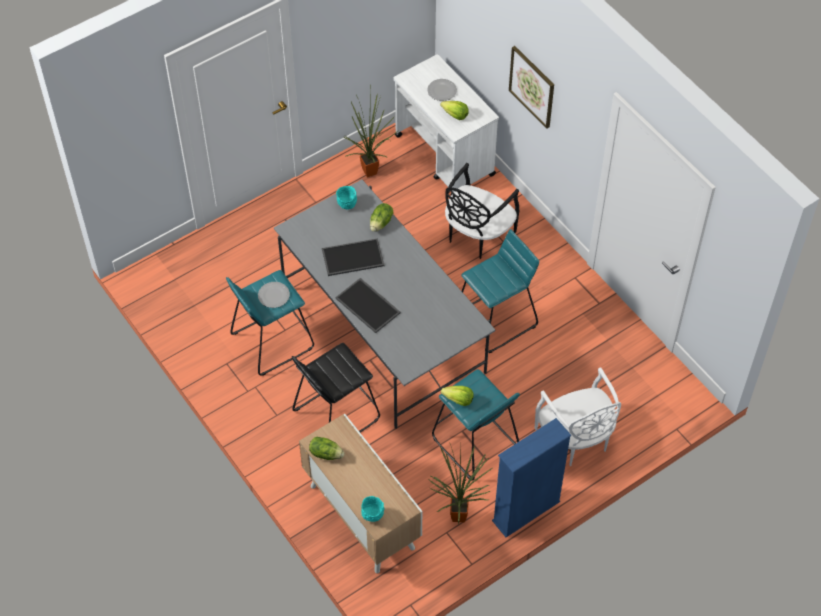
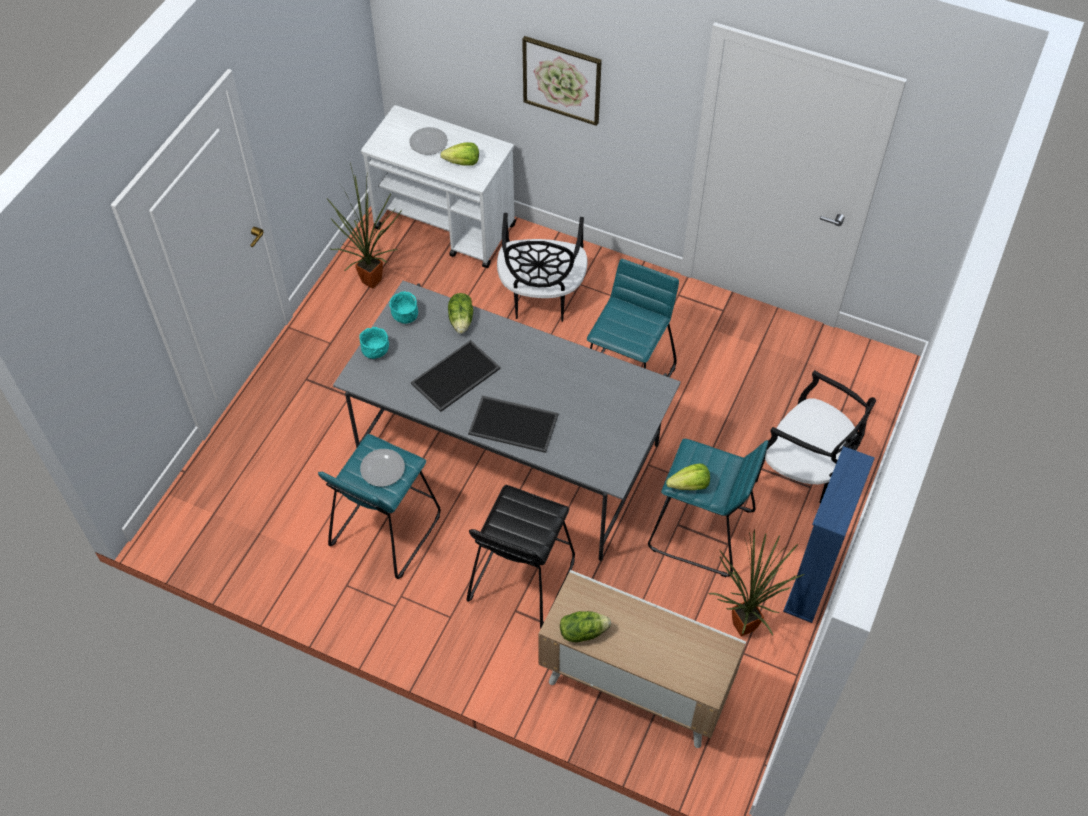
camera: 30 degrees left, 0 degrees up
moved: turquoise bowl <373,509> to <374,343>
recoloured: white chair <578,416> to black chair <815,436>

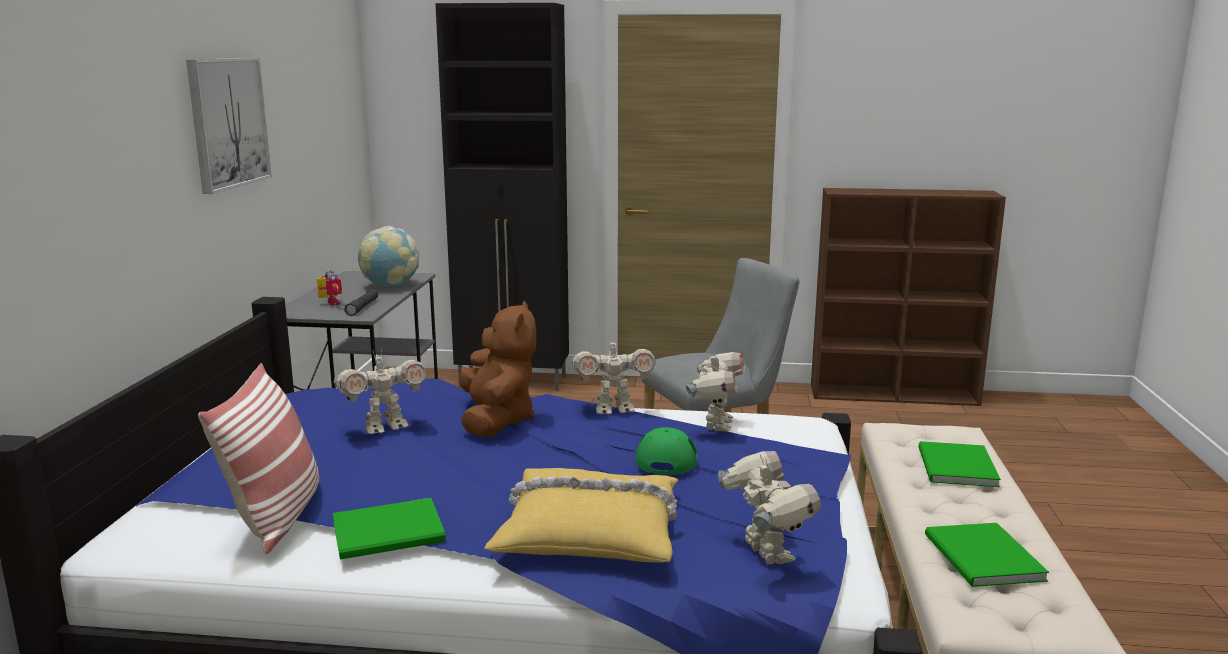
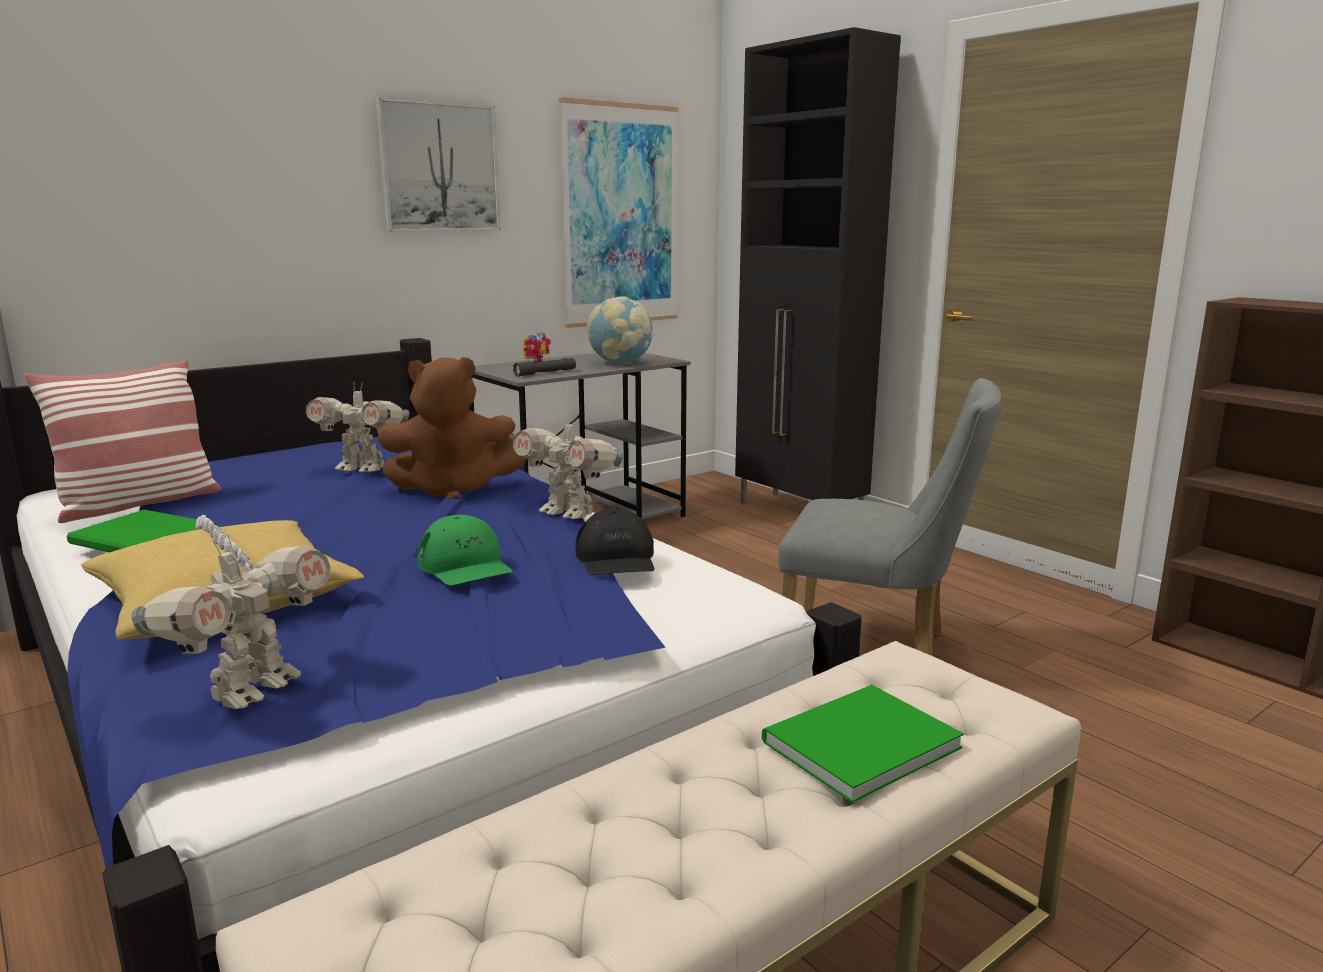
camera: 45 degrees right, 0 degrees up
removed: green book <987,555>
added: picture <619,212>
replaced: toy robot <715,390> to black cap <615,542>
turned: brown plush toy <498,369> = <452,428> 45 degrees clockwise; green cap <666,451> = <465,550> 90 degrees clockwise

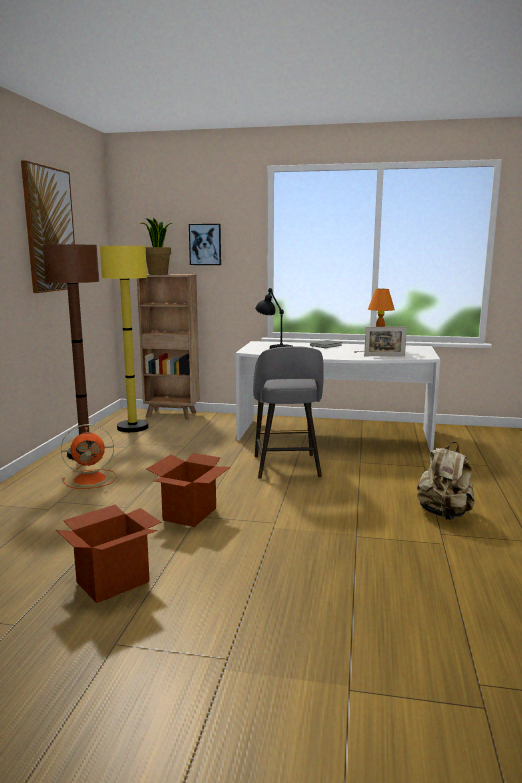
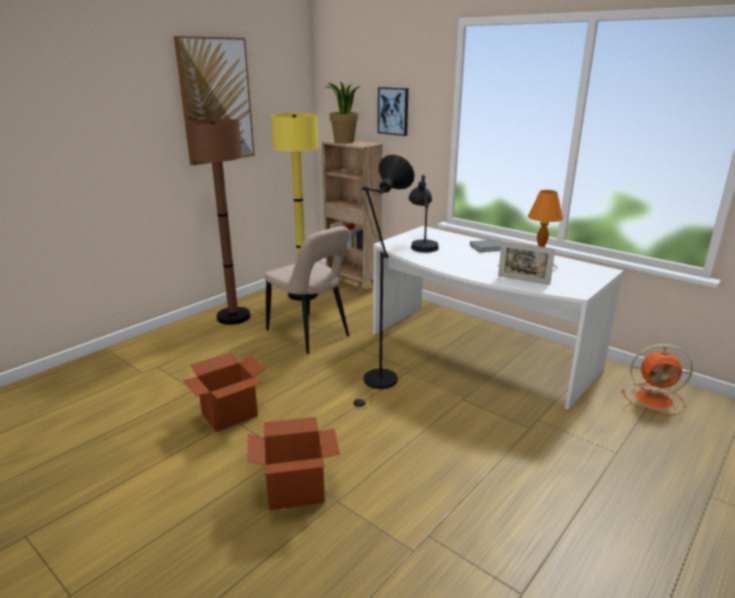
camera: 30 degrees right, 10 degrees up
removed: beige backpack <446,481>
added: beige chair <307,290>
moved: cardboard box <108,554> to <293,463>; orange fan <89,456> to <657,379>
replaced: grey stool <288,412> to black floor lamp <384,282>

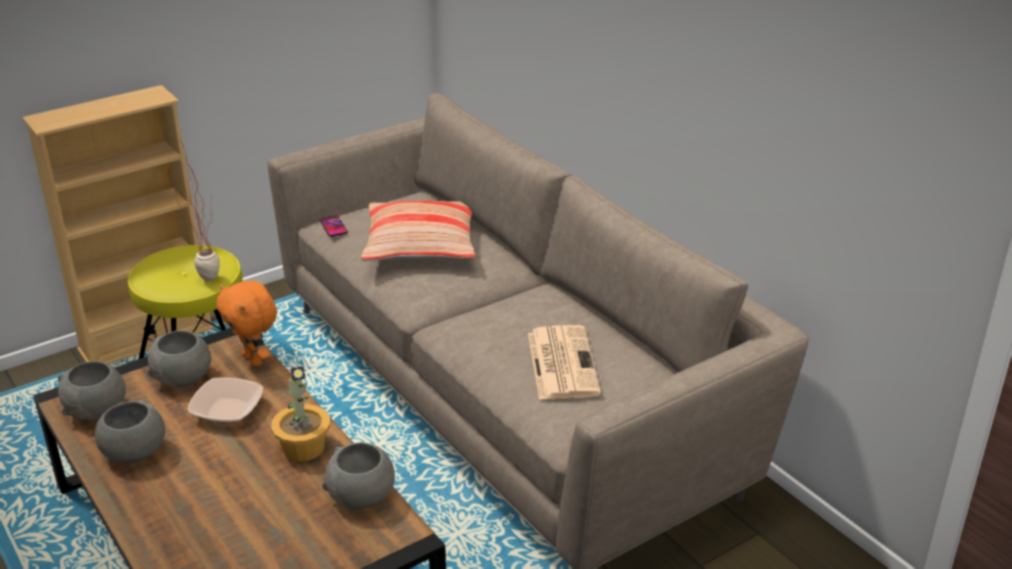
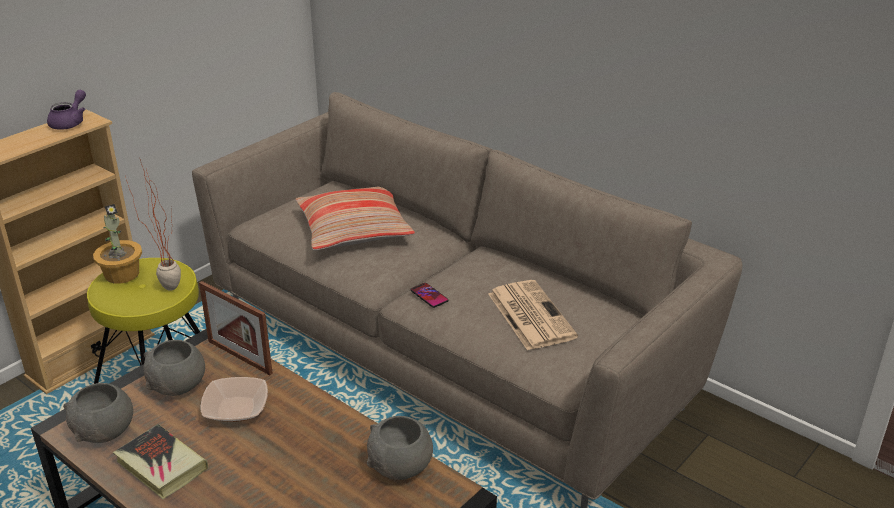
camera: 15 degrees left, 0 degrees up
added: purple teapot <66,110>
moved: potted plant <300,413> to <117,244>; phone <334,226> to <429,295>
replaced: grey bowl <130,431> to book <161,461>; orange plush toy <246,324> to picture frame <236,328>

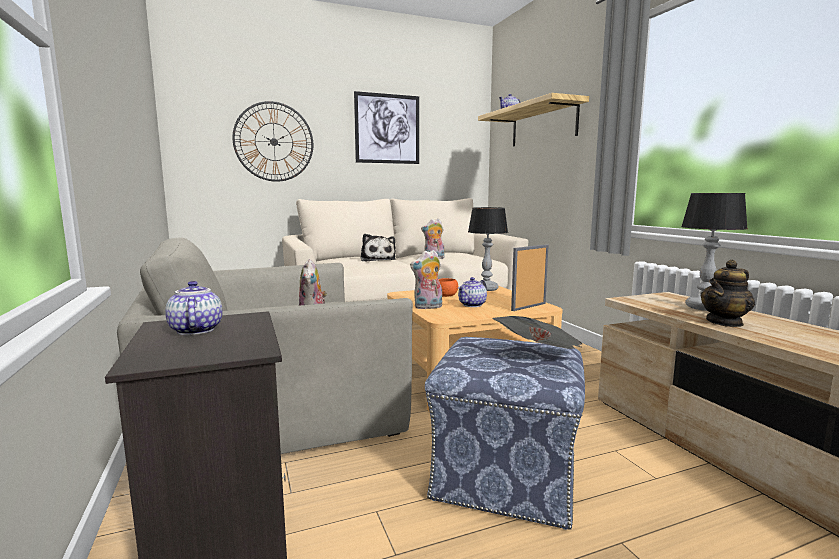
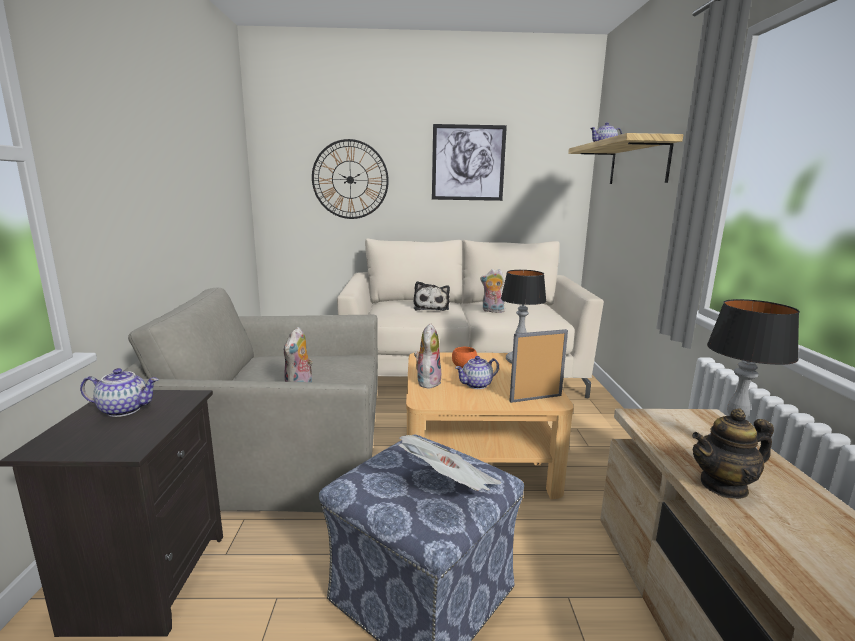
camera: 20 degrees right, 5 degrees up
turned: teapot <193,308> = <119,392> 90 degrees clockwise; plush toy <426,280> = <427,356> 105 degrees clockwise

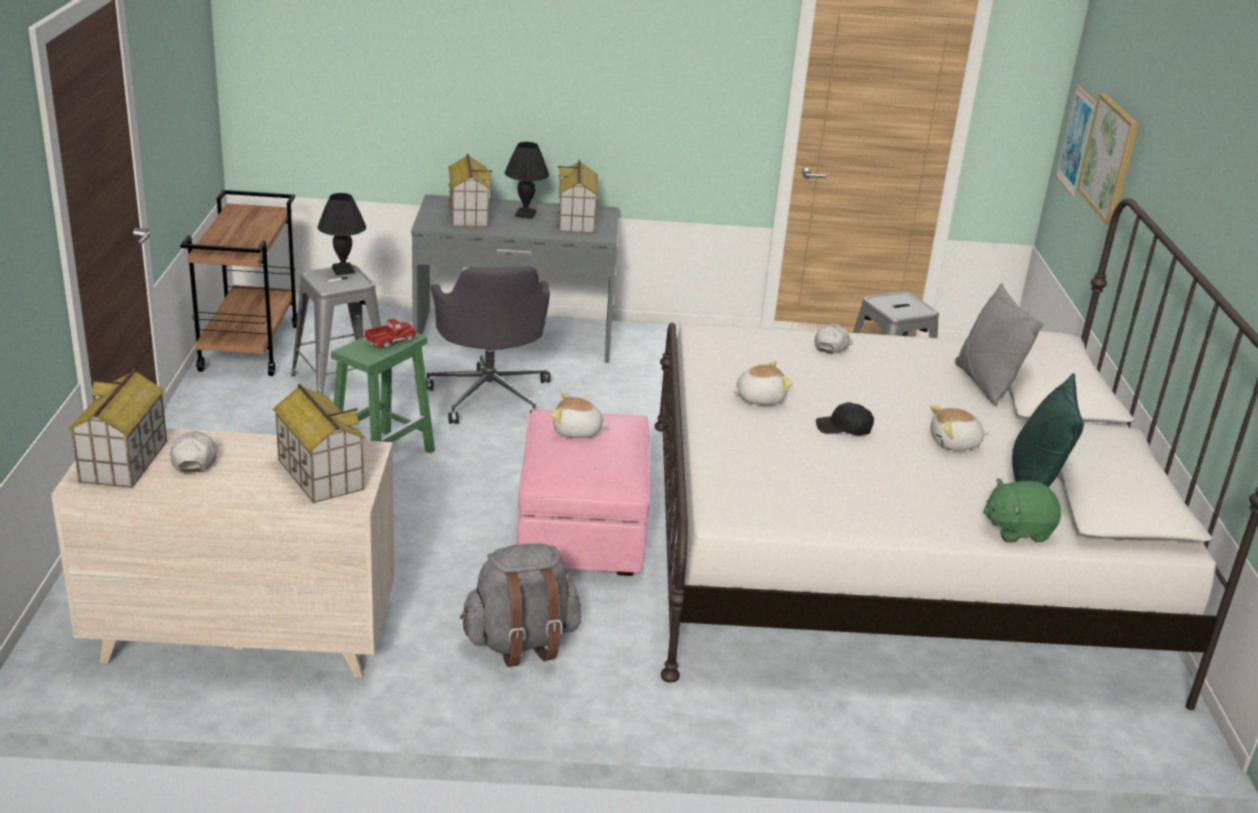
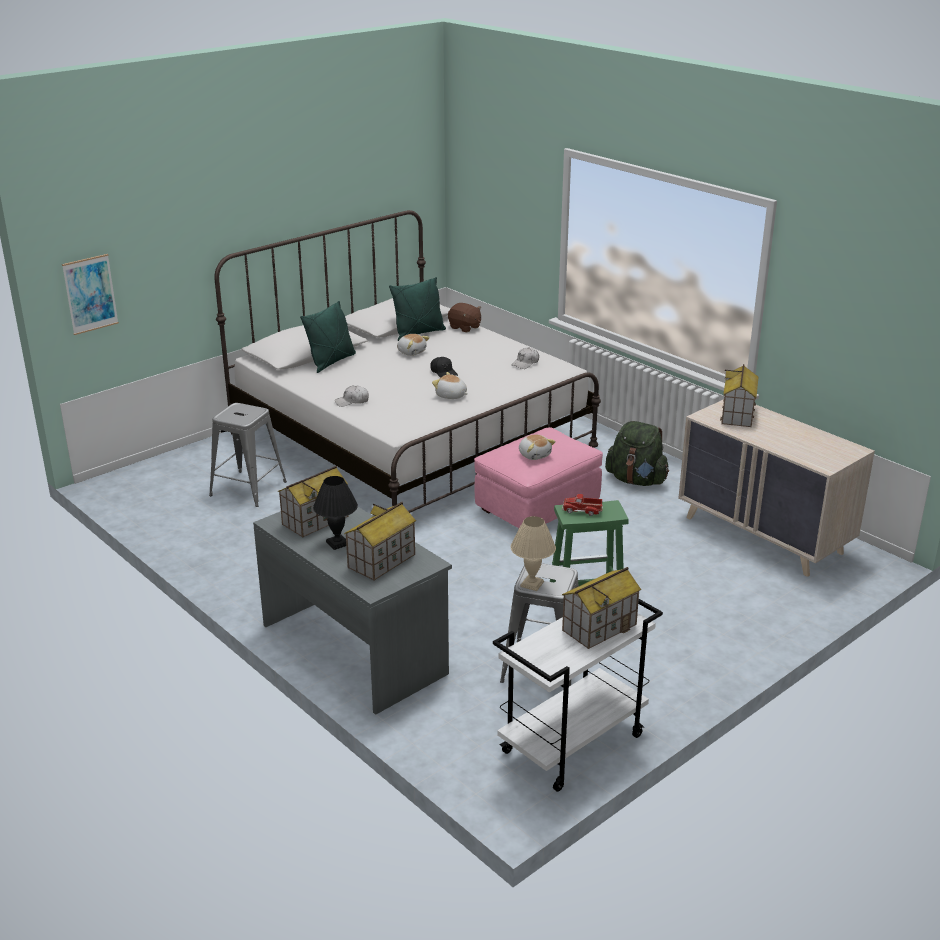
camera: 130 degrees left, 0 degrees up
removed: grey office chair <488,345>; picture <1108,159>
moved: white cap <194,452> to <525,358>; toy house <117,428> to <601,608>
recoloured: grey pillow <999,344> to green pillow <328,337>; green plush toy <1022,510> to brown plush toy <464,317>; brown cart <238,283> to white cart <578,695>; black table lamp <341,234> to beige table lamp <533,553>; grey backpack <520,605> to green backpack <637,453>

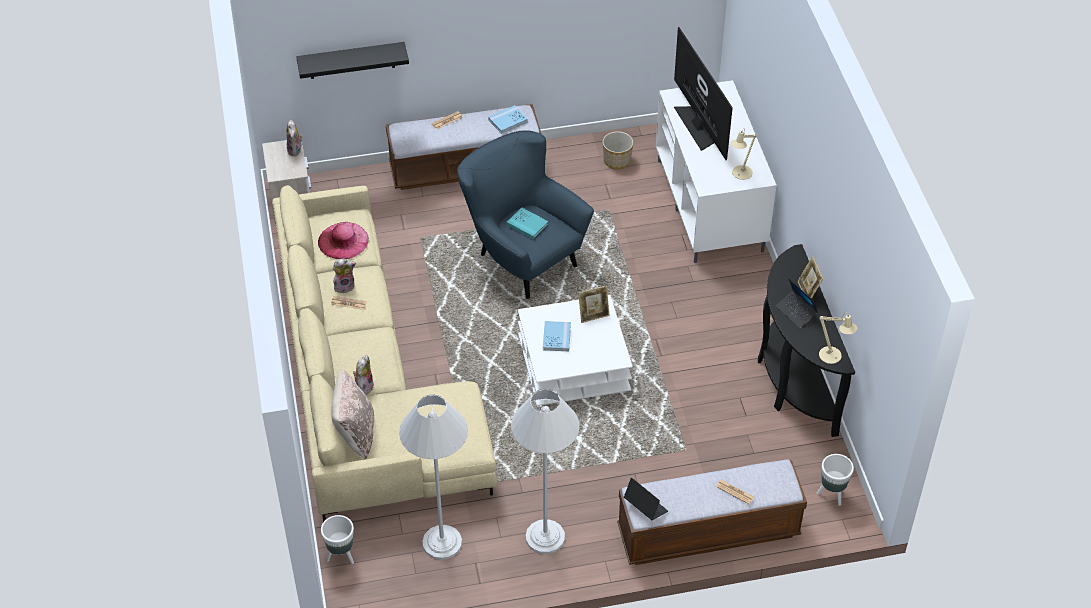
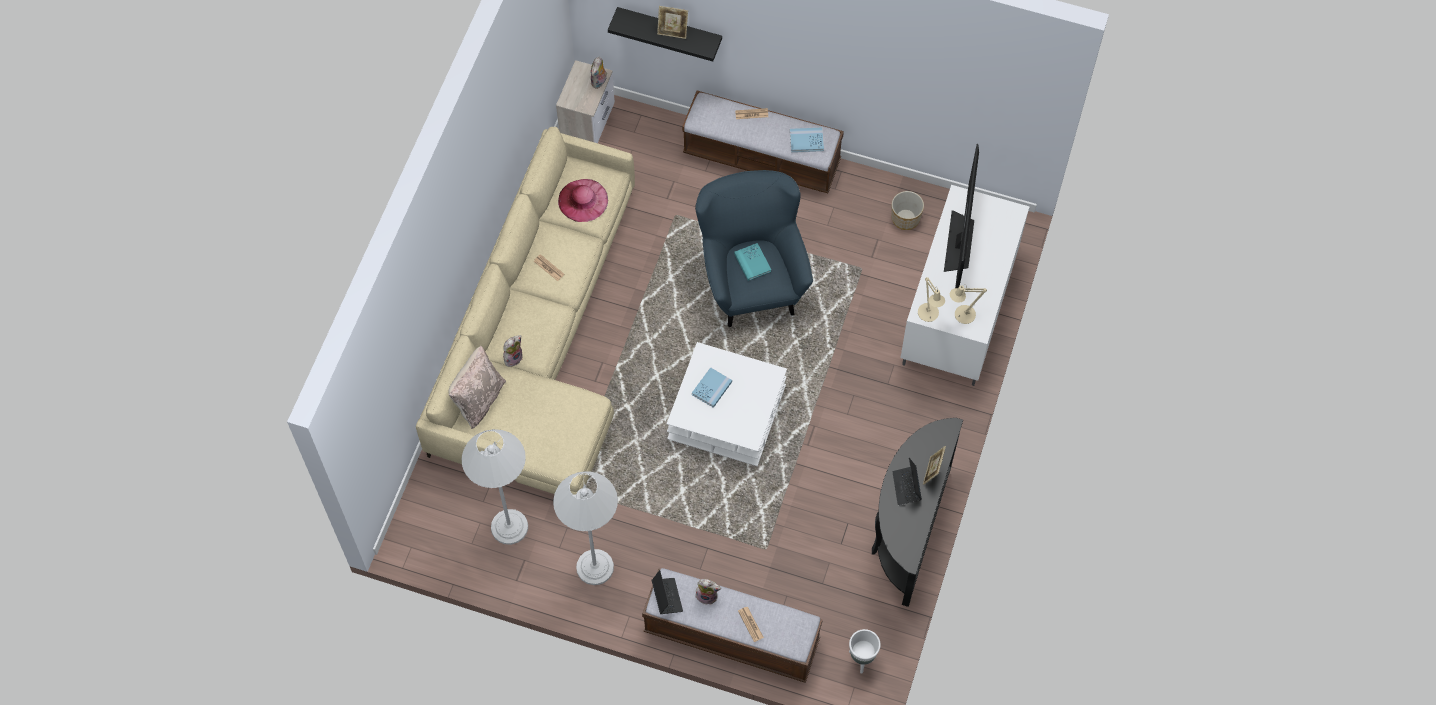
camera: 30 degrees right, 15 degrees up
removed: white planter <337,539>
moved: picture frame <594,304> to <672,22>; plush toy <344,276> to <707,592>; beige table lamp <838,338> to <931,299>

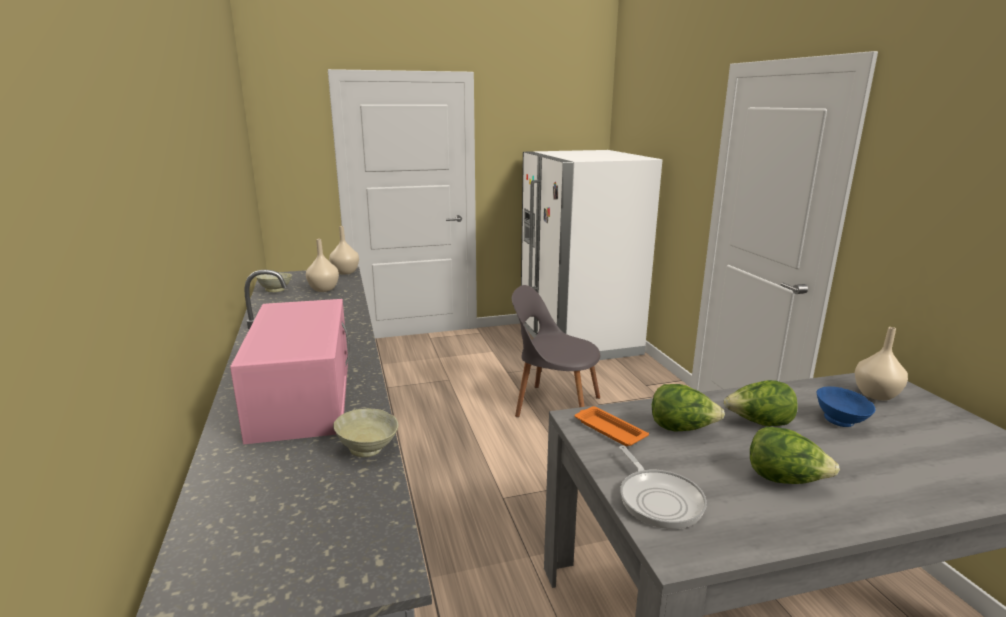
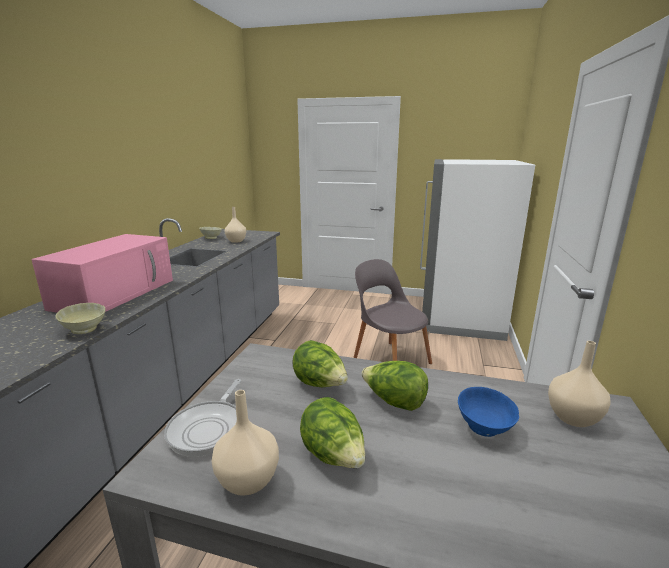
camera: 30 degrees right, 0 degrees up
removed: orange tray <612,426>
moved: beige vase <344,250> to <245,443>

